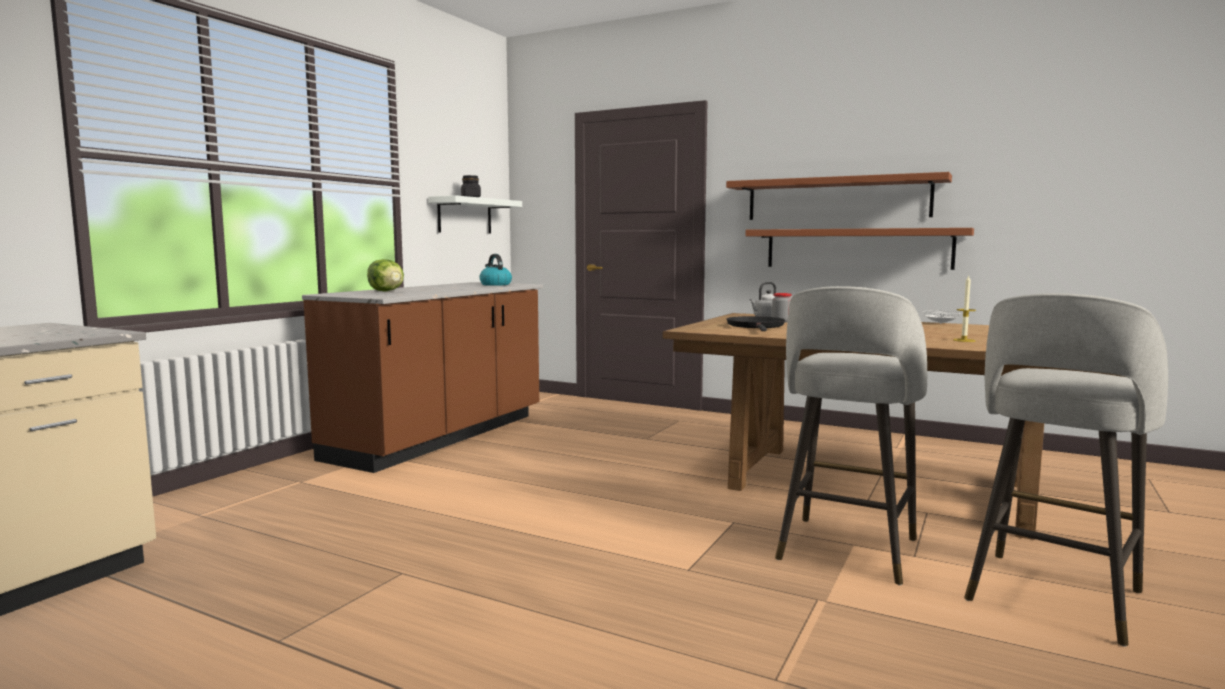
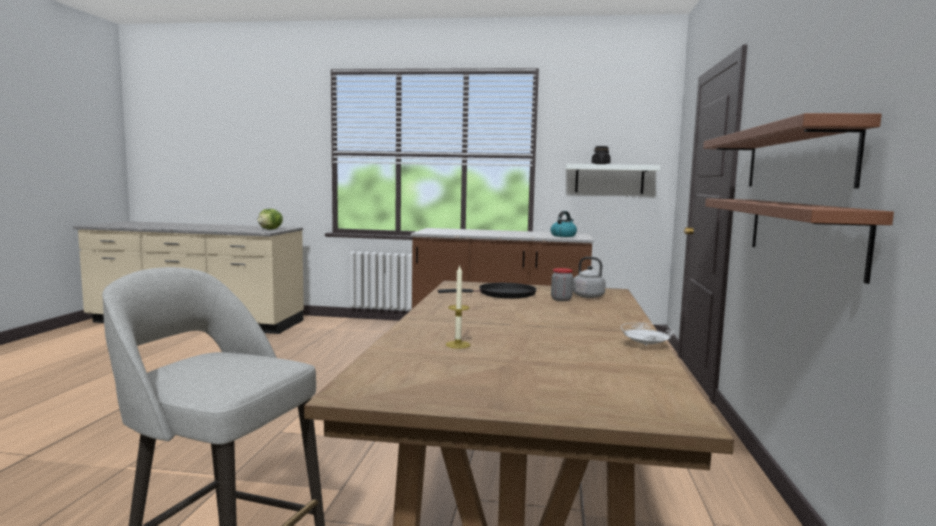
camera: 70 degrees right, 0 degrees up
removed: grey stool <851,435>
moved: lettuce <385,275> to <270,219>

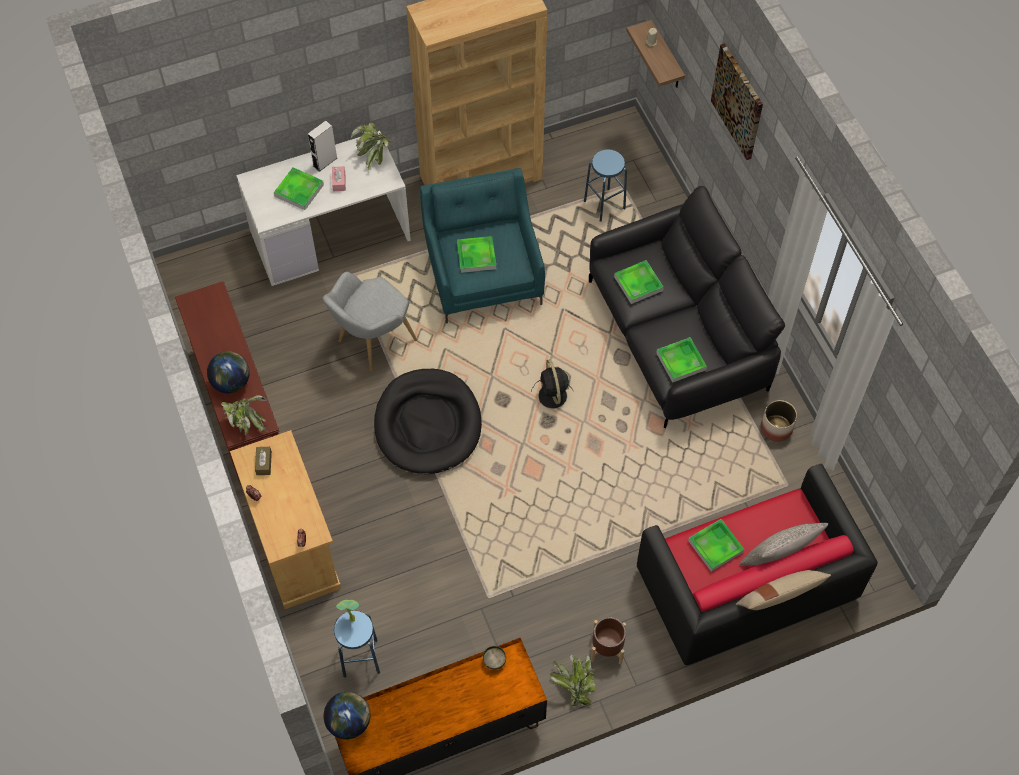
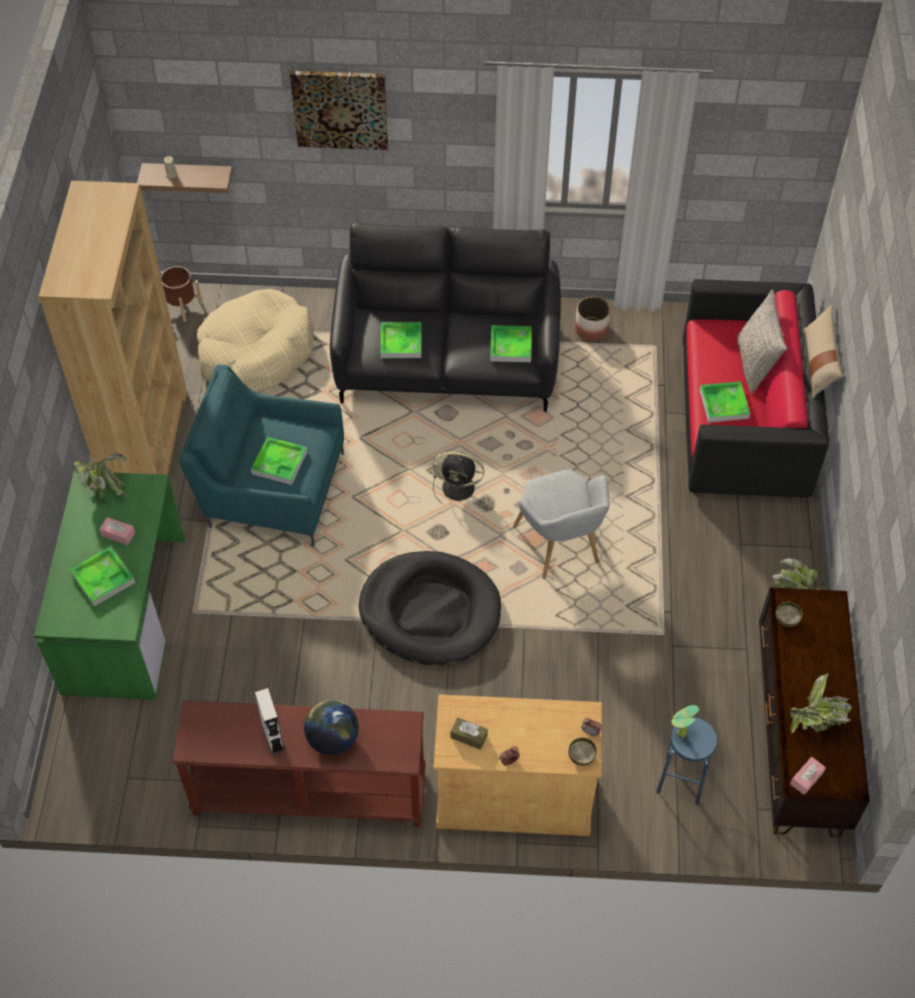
camera: 65 degrees left, 5 degrees down
added: bowl <582,751>
moved: brown planter <608,640> to <181,294>; white speaker <322,146> to <270,721>; grey armchair <369,321> to <561,524>; potted plant <244,415> to <821,703>
replaced: blue stool <605,185> to beige dog bed <255,341>; globe <347,715> to pink tissue box <808,776>
recoloured: white desk <323,208> to green desk <109,585>

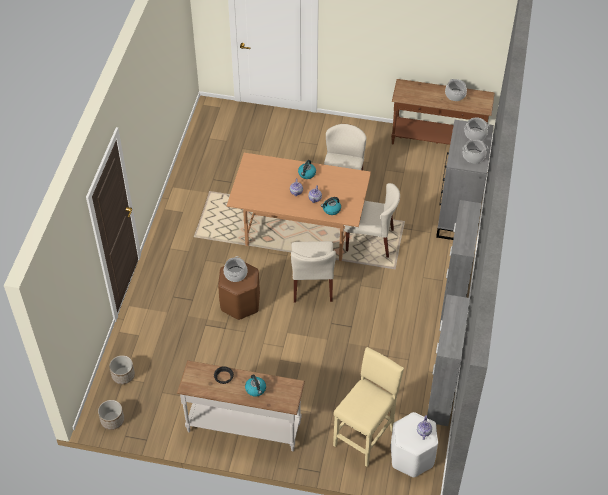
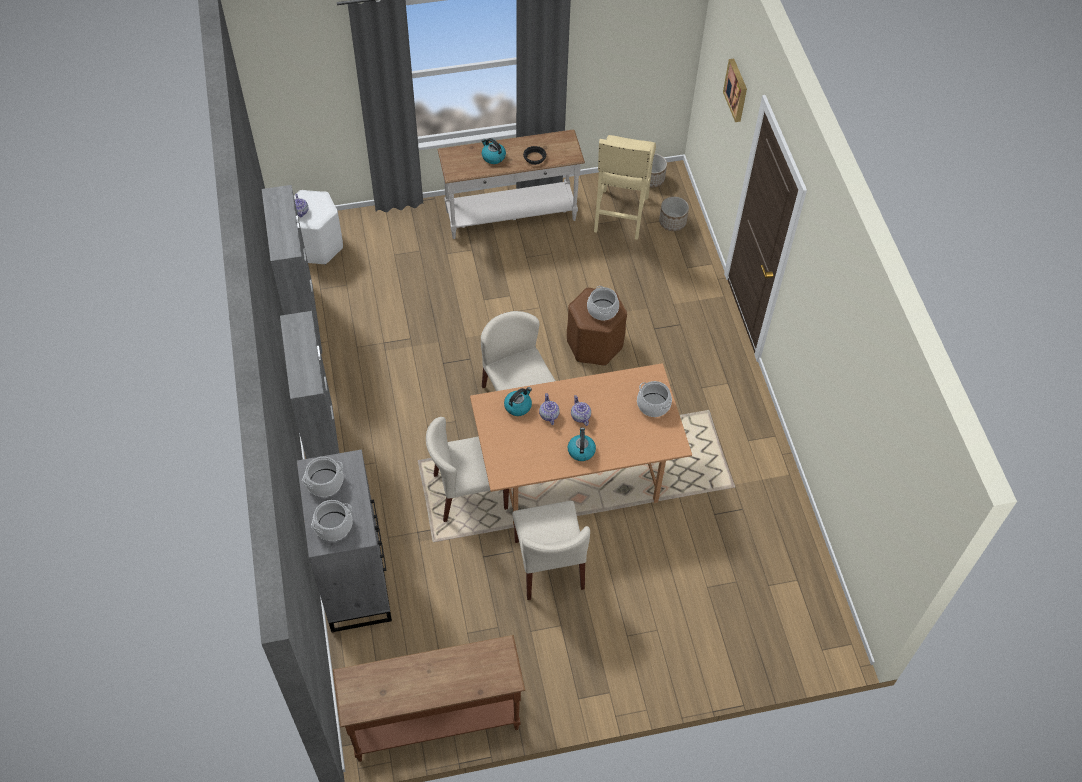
camera: 155 degrees right, 5 degrees up
added: picture <735,90>
moved: beige stool <368,407> to <625,187>; cooking pot <456,90> to <654,399>

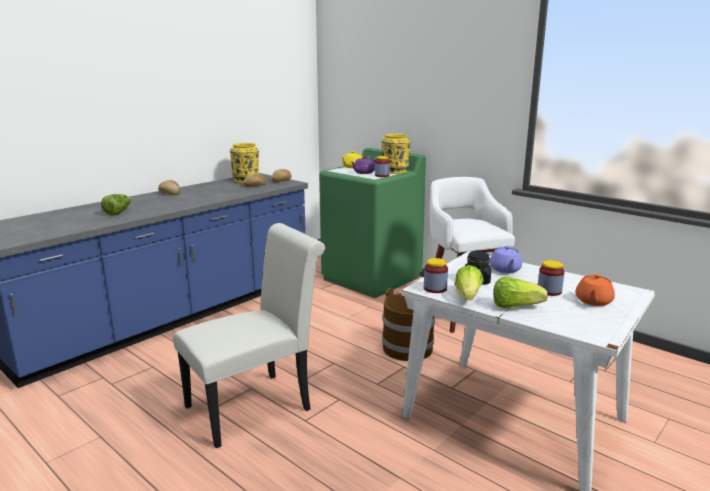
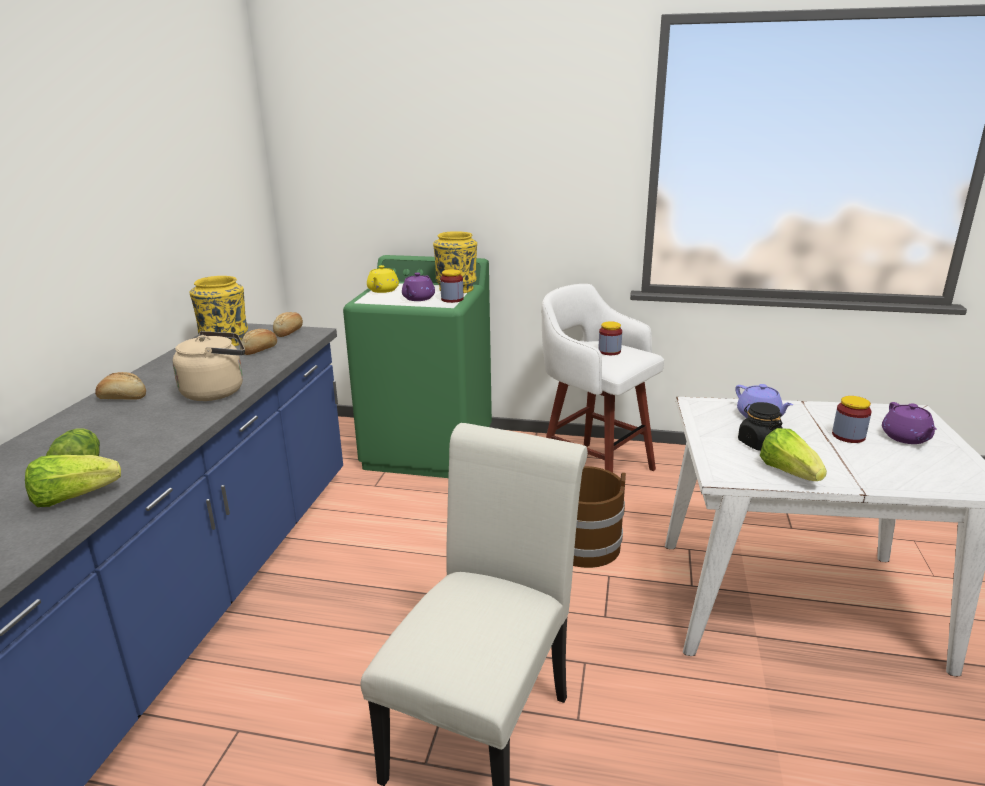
camera: 30 degrees left, 5 degrees up
added: beige kettle <208,366>
moved: lettuce <520,292> to <73,481>; jar <436,275> to <610,338>
recoloured: orange teapot <595,290> to purple teapot <909,423>

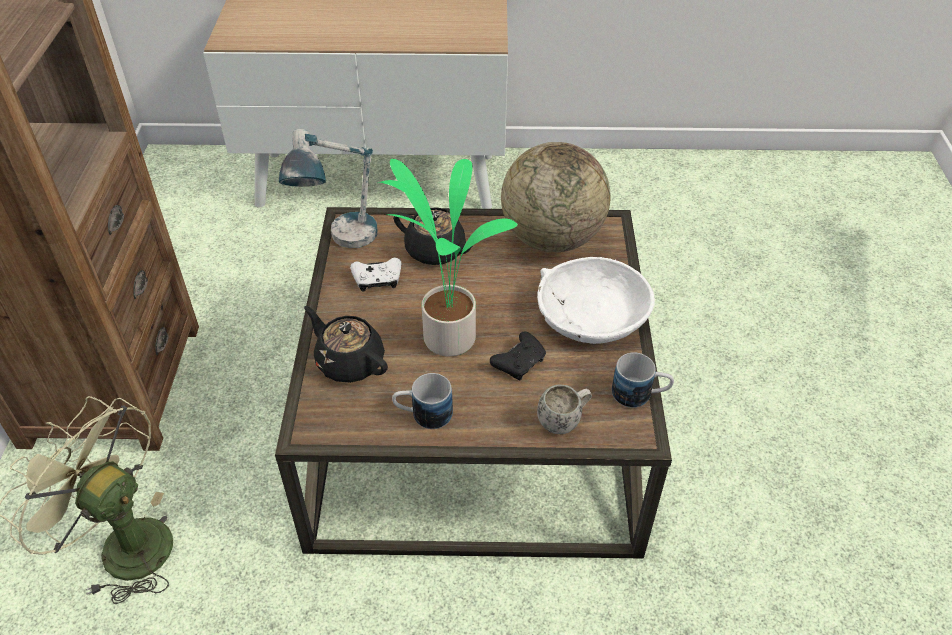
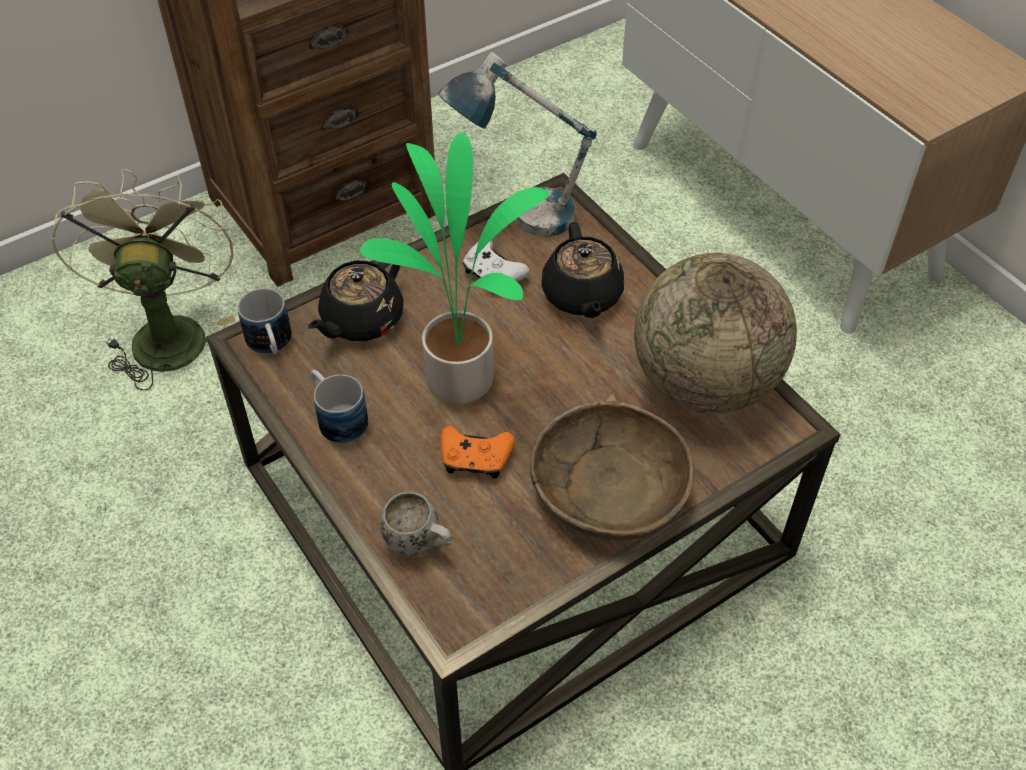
camera: 55 degrees right, 5 degrees up
moved: mug <643,380> to <265,321>
recoloured: black game controller <518,356> to orange game controller <477,452>; white bowl <596,300> to brown bowl <612,466>
turned: black teapot <346,344> = <356,301> 150 degrees counterclockwise

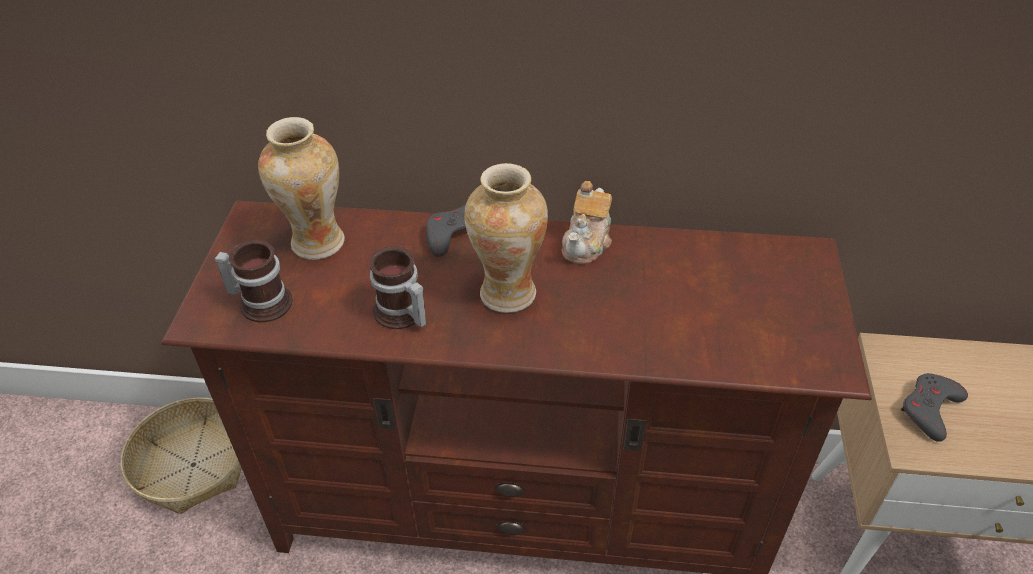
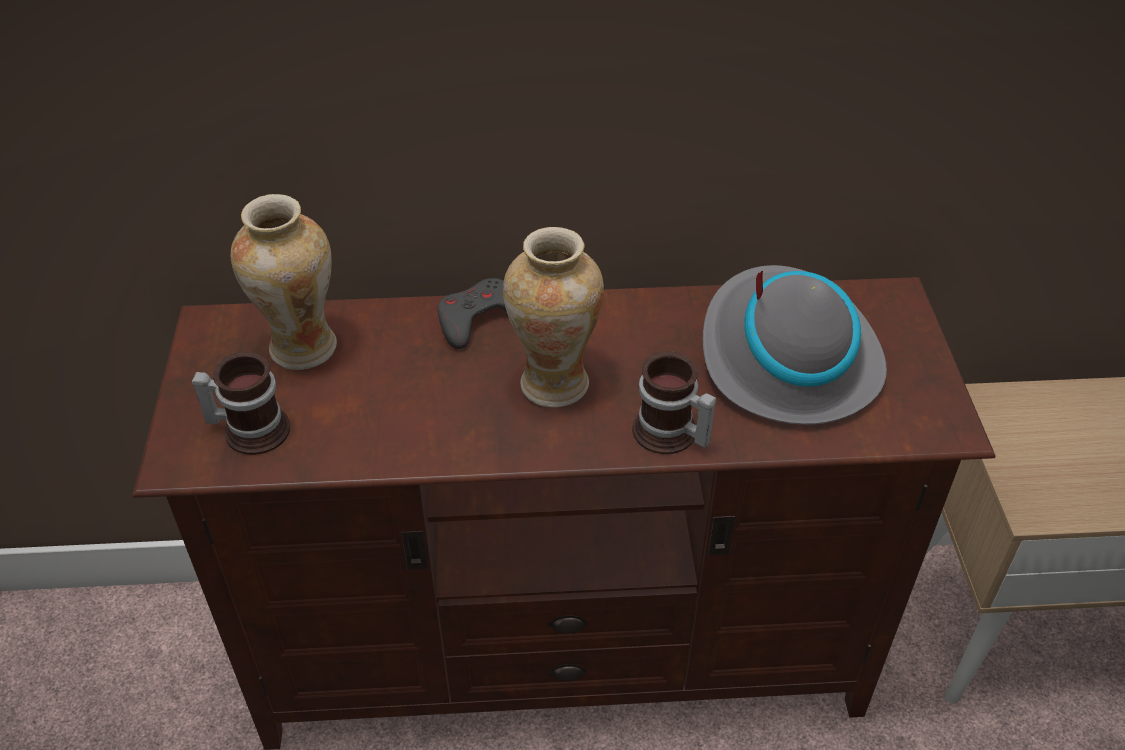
camera: 10 degrees left, 0 degrees up
removed: basket <181,455>; teapot <587,222>; grey game controller <934,407>
added: grey hat <795,345>
moved: mug <397,287> to <674,402>

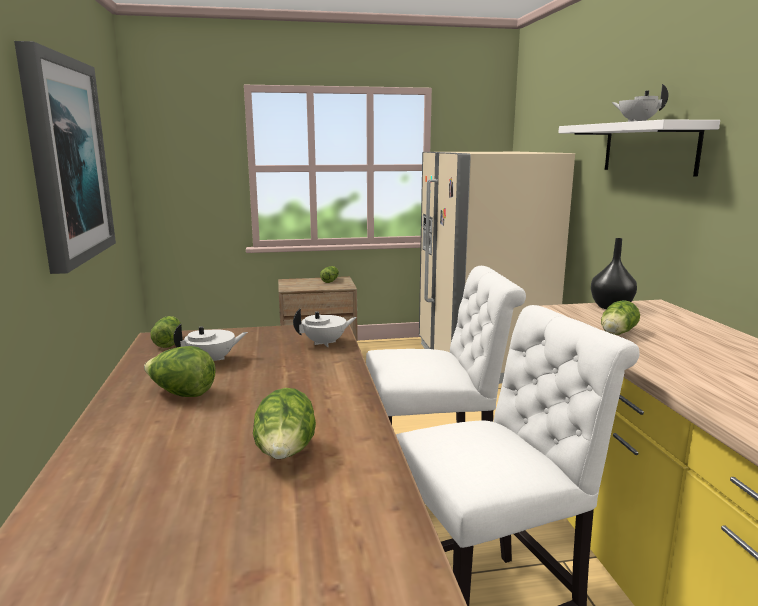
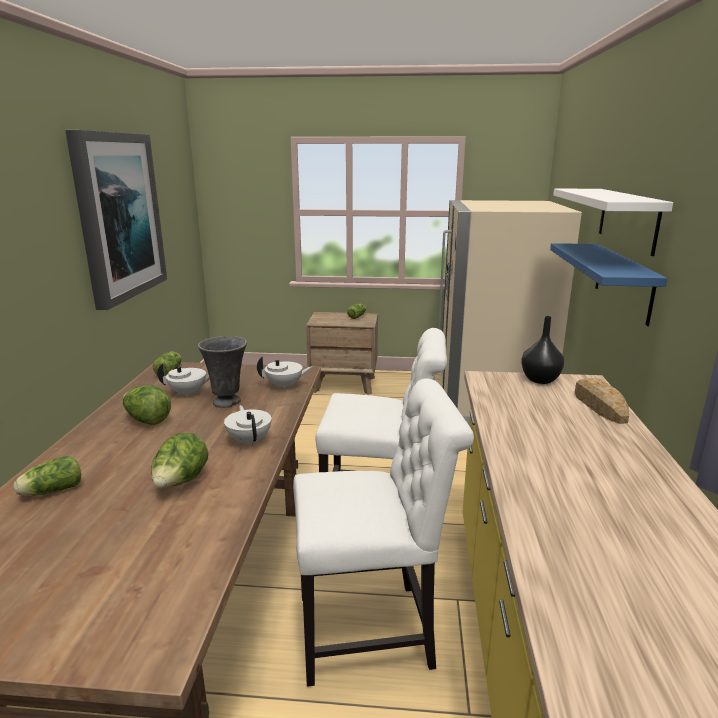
camera: 15 degrees right, 5 degrees up
added: grey vase <222,372>; blue shelf <608,284>; bread <602,401>
moved: lettuce <620,317> to <47,476>; white teapot <640,103> to <248,425>

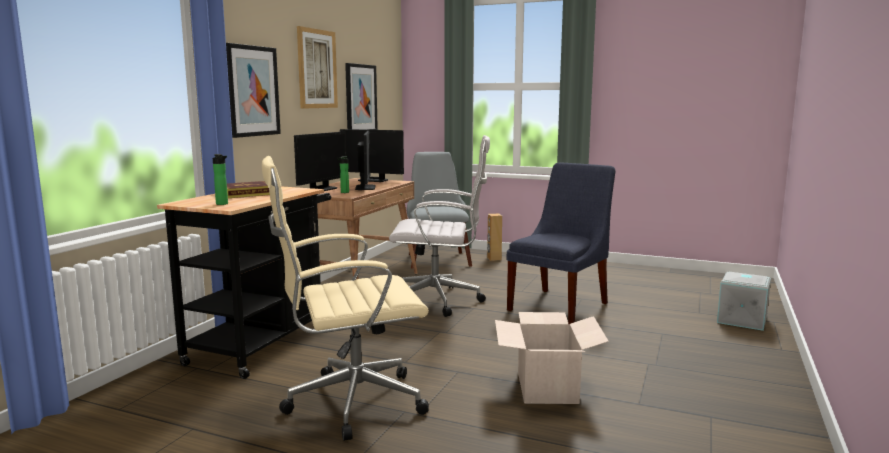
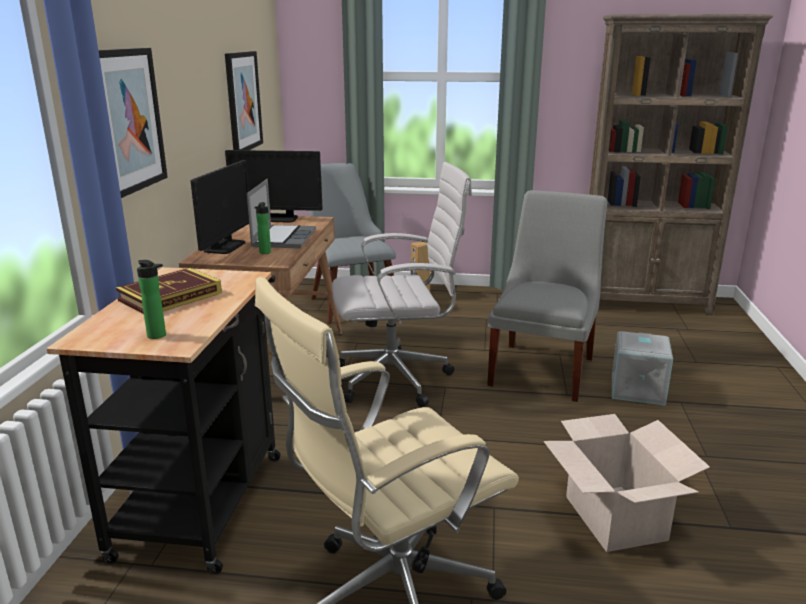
camera: 15 degrees left, 10 degrees up
removed: picture <317,67>
added: brown bookcase <681,164>
moved: grey storage box <744,301> to <642,368>
replaced: monitor <365,160> to laptop <281,213>
recoloured: blue chair <561,243> to grey chair <547,296>

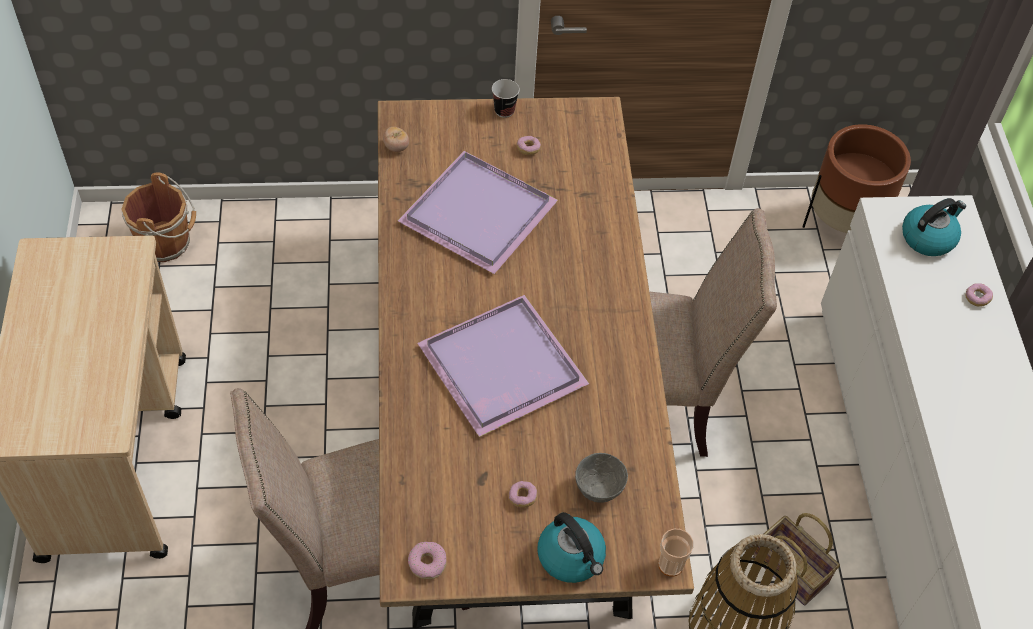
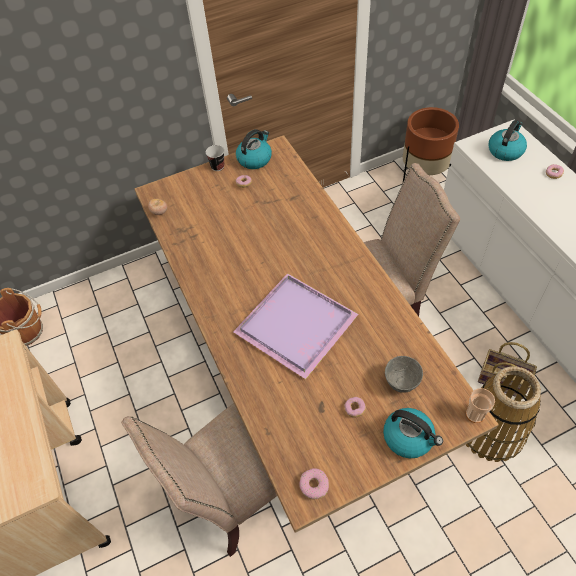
camera: 15 degrees left, 0 degrees up
removed: purple tray <478,212>
added: kettle <254,149>

